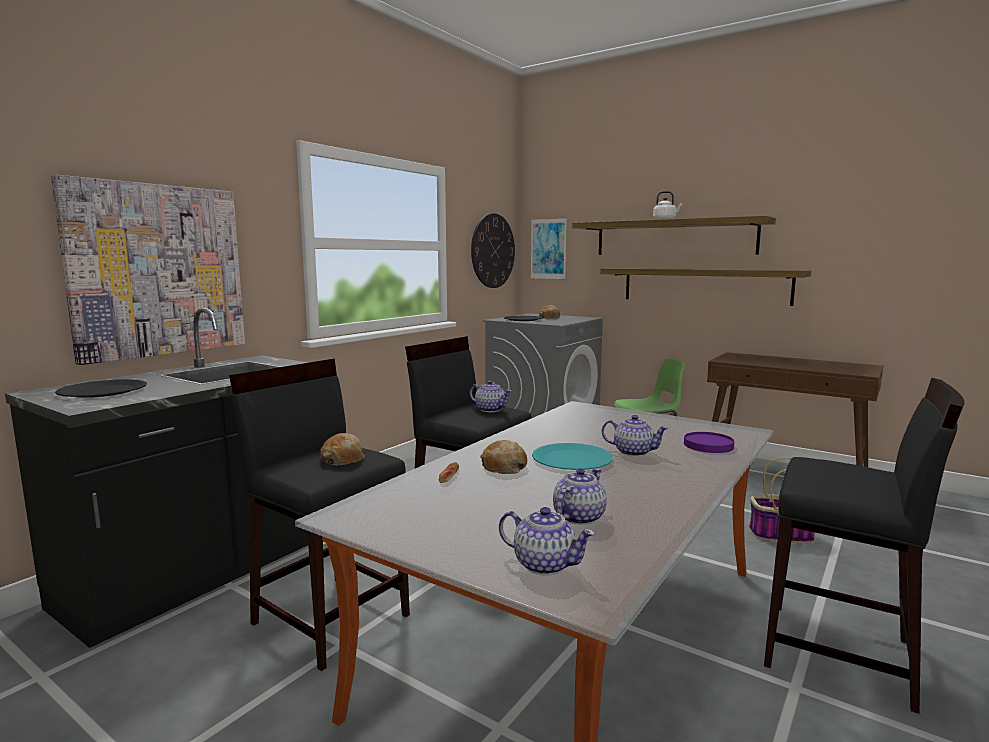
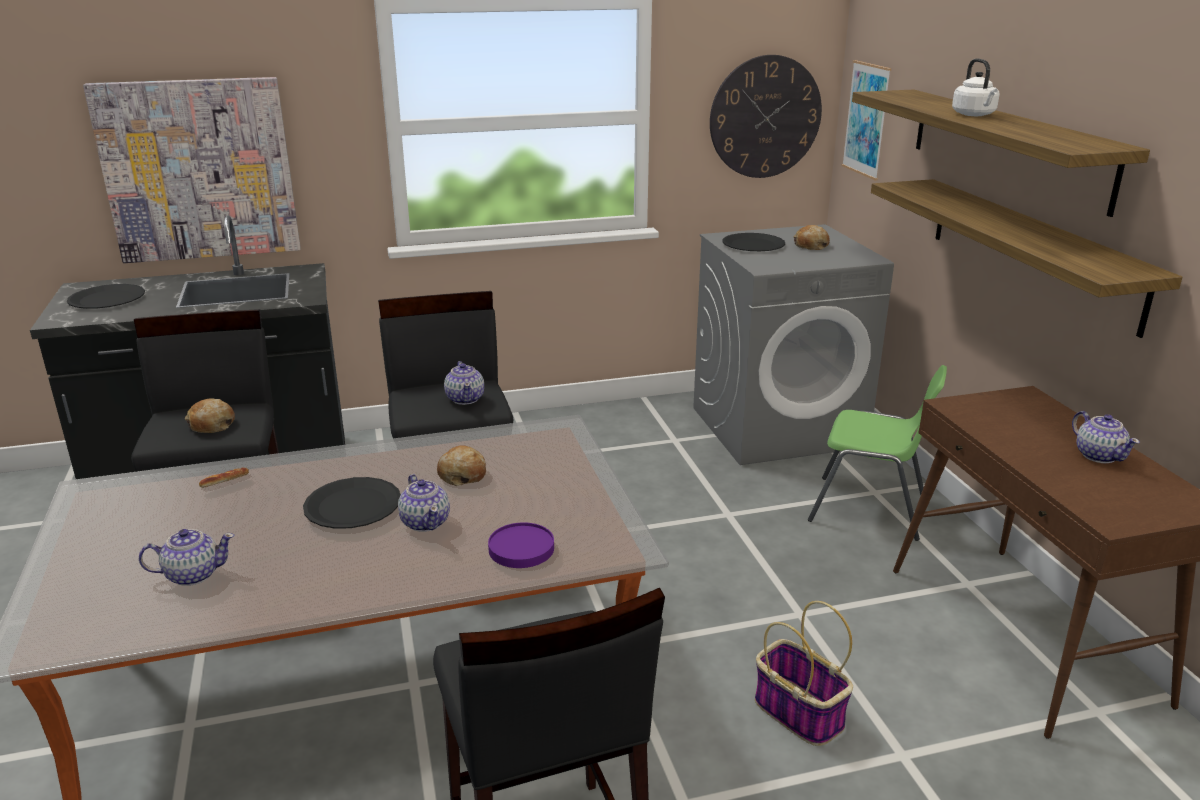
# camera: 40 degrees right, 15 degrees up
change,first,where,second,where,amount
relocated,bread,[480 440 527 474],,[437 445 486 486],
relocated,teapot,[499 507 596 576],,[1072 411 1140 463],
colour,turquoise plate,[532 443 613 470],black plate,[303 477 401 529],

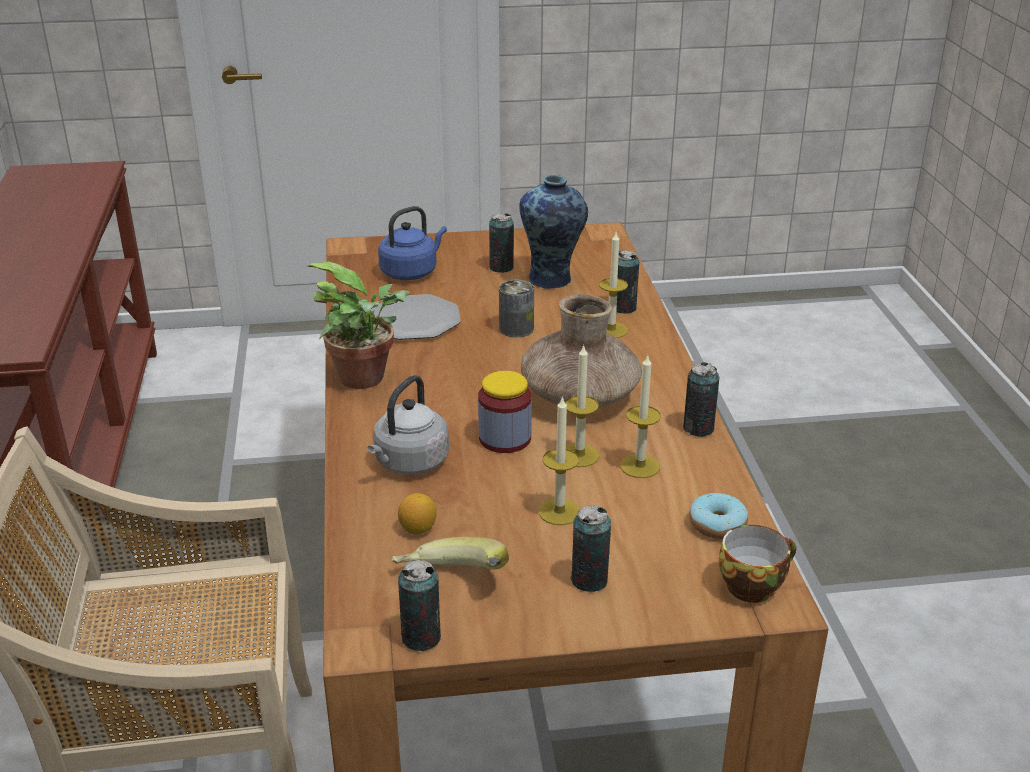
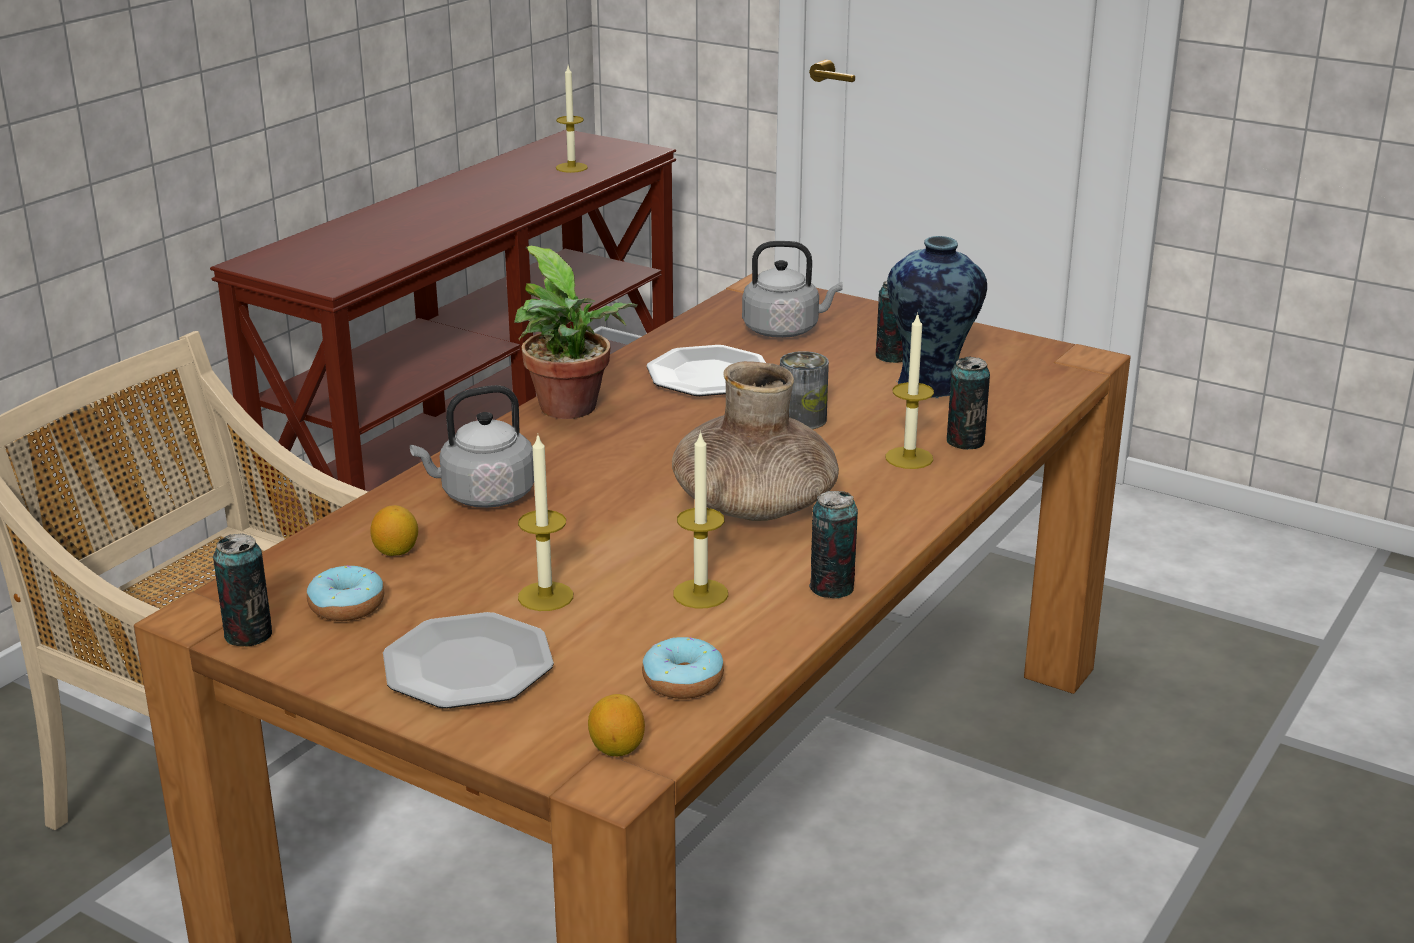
# camera: 40 degrees right, 5 degrees down
change,first,where,second,where,amount
missing,jar,[478 371 532 453],,,
relocated,candle,[565 344 600 467],,[556 66 588 173],
exchanged,banana,[391 537 509 569],donut,[307 566 384 621],
exchanged,can,[571 506 611 592],plate,[383 612 554 709],
exchanged,cup,[719 525 796 603],lemon,[588 694 645 756],
colour,blue kettle,[378 206 447 280],grey kettle,[742 241 843 338],

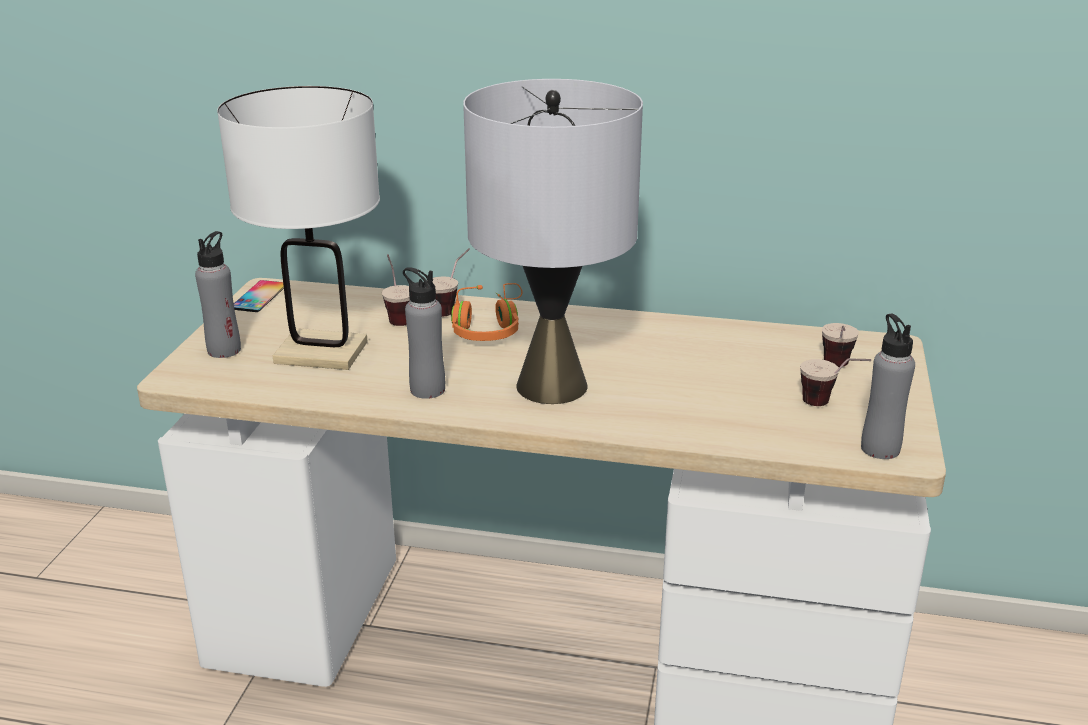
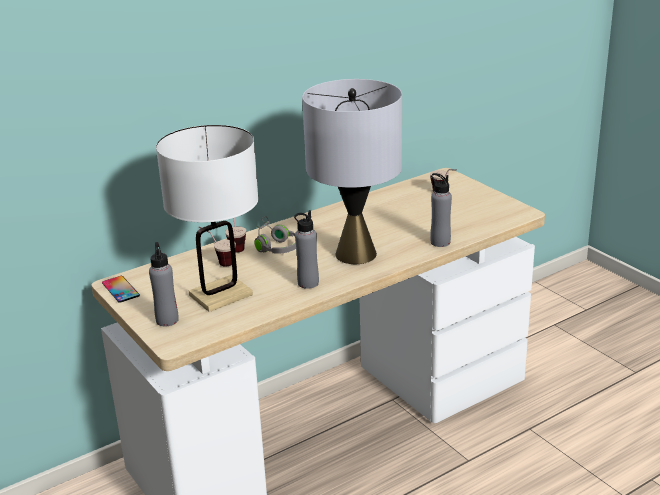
# camera: 45 degrees left, 0 degrees up
change,first,where,second,where,amount
missing,cup,[800 358 871 406],,,
relocated,grey bottle,[861 314 915 459],,[430 173 452 247],
colour,orange headphones,[451 283 523 341],grey headphones,[255 216 296 254],

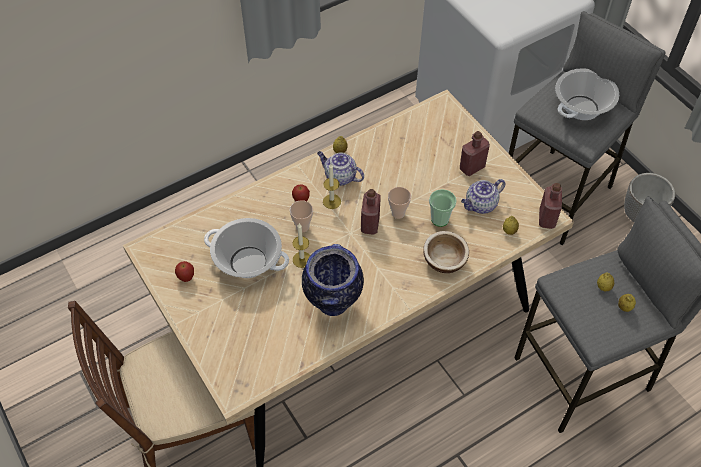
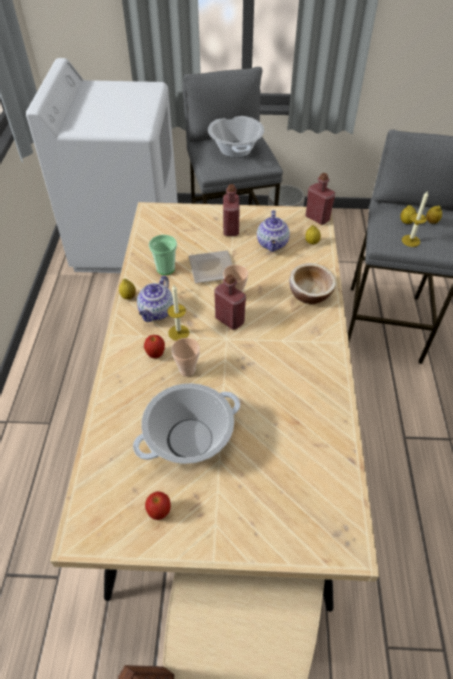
# camera: 55 degrees left, 5 degrees down
change,first,where,second,where,amount
missing,vase,[302 244 364 316],,,
appeared,,,plate,[189 250 232 283],
relocated,candle,[292 224 310 268],,[402 190 428 247],
relocated,cup,[429 189 457 227],,[149 235 177 275],
spun,teapot,[317 151 364 186],,[137 276 174 322],45 degrees counterclockwise

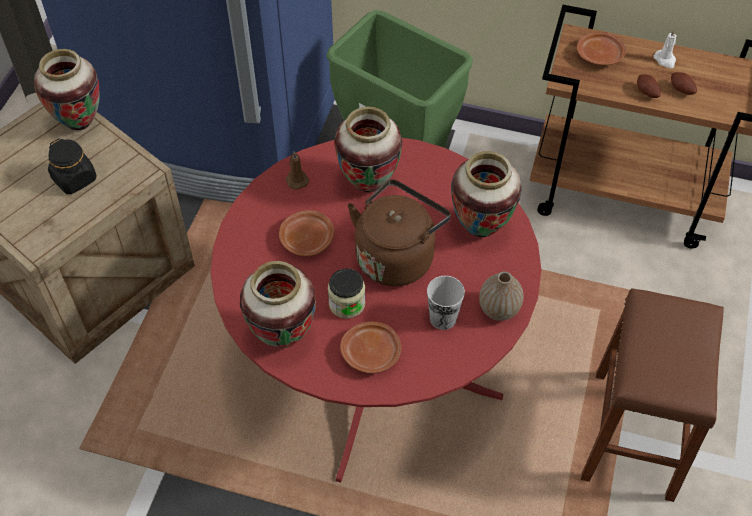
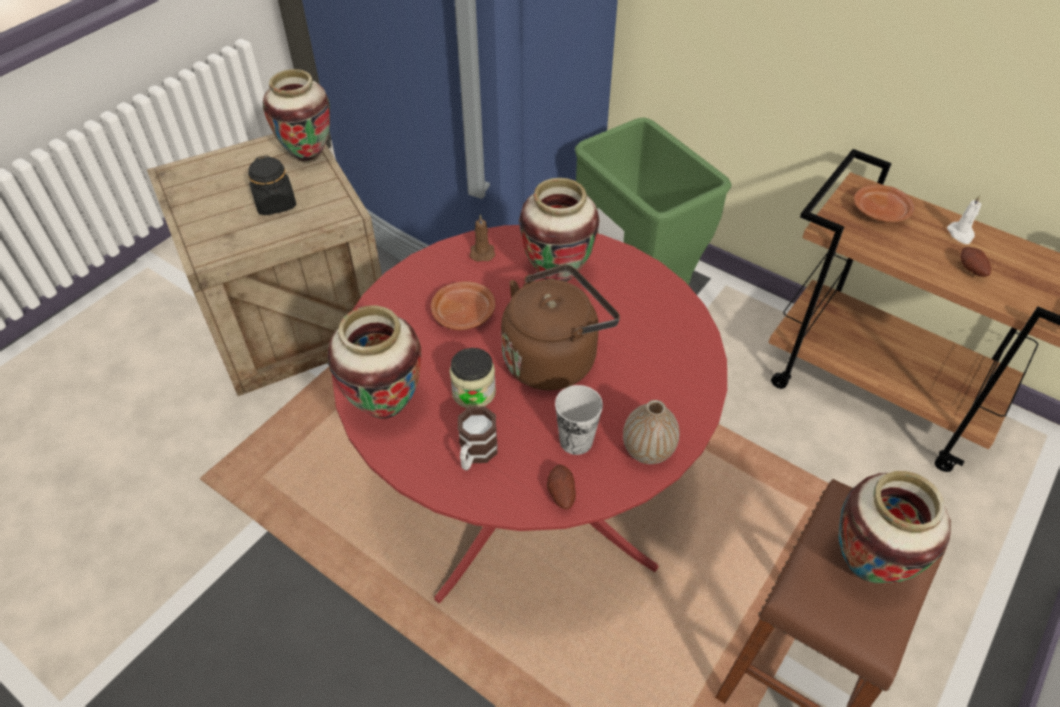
# camera: 20 degrees right, 5 degrees down
change,first,where,second,where,amount
relocated,vase,[451 151 522 237],,[838 471 951 583],
relocated,potato,[637 74 661 98],,[547 464 576 509],
exchanged,brown plate,[340 321 402 373],mug,[458 406 498 470],

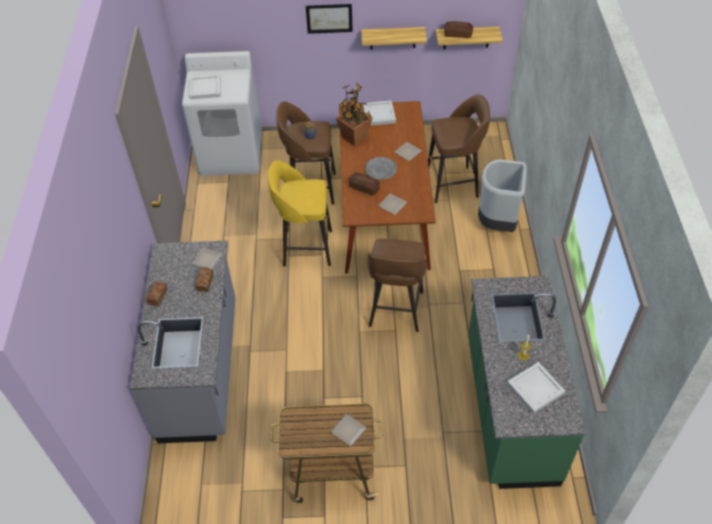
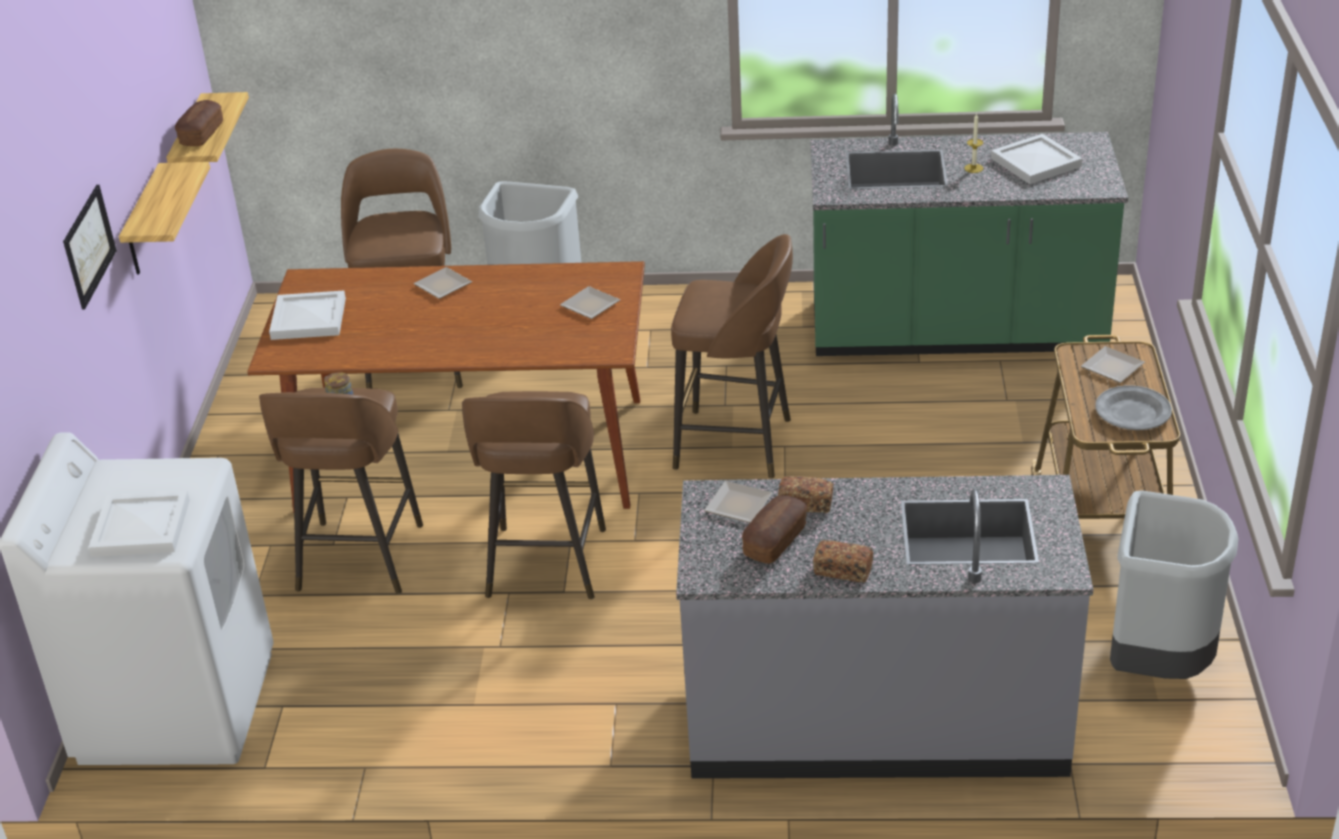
# camera: 85 degrees left, 15 degrees down
change,first,where,second,where,amount
missing,potted plant,[336 82 373 146],,,
appeared,,,grey trash can,[1110 490 1239 679],
relocated,bread,[349 173 380 195],,[742 495 807 564],
relocated,grey plate,[365 157 397 180],,[1095 385 1172 430],
colour,yellow stool,[268 160 332 267],brown stool,[462 391 606 599],

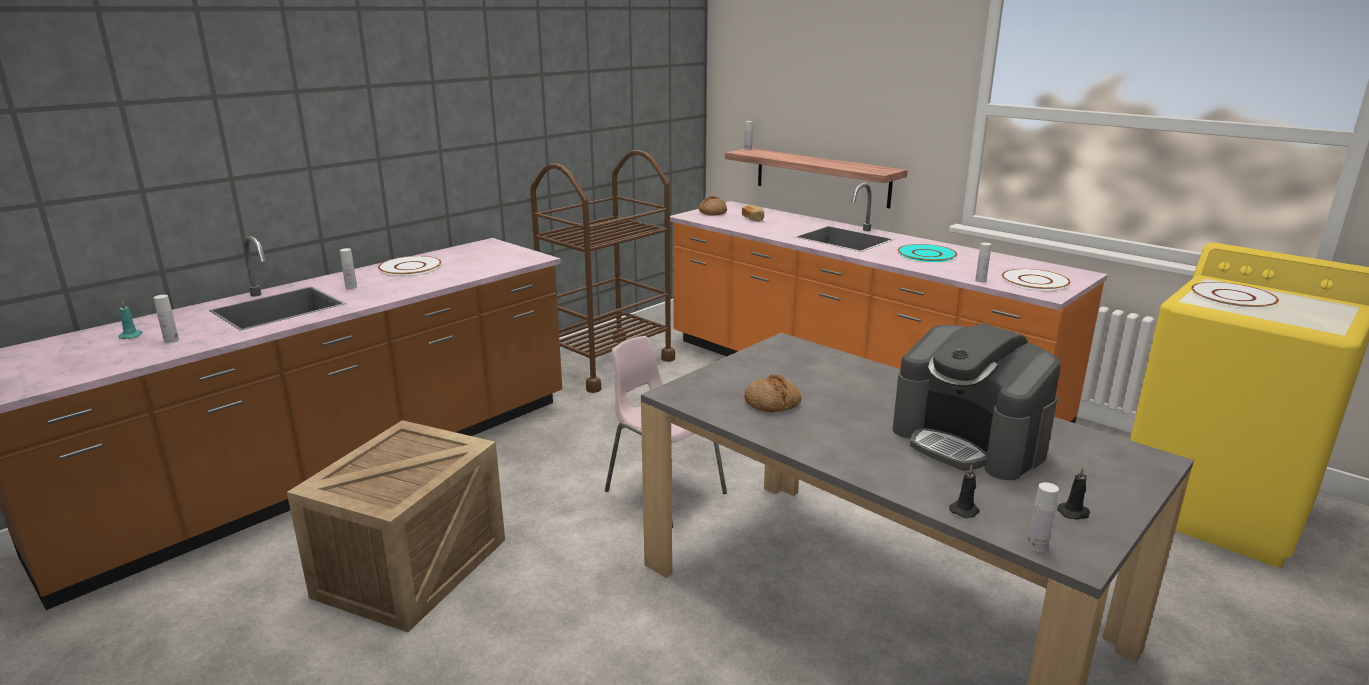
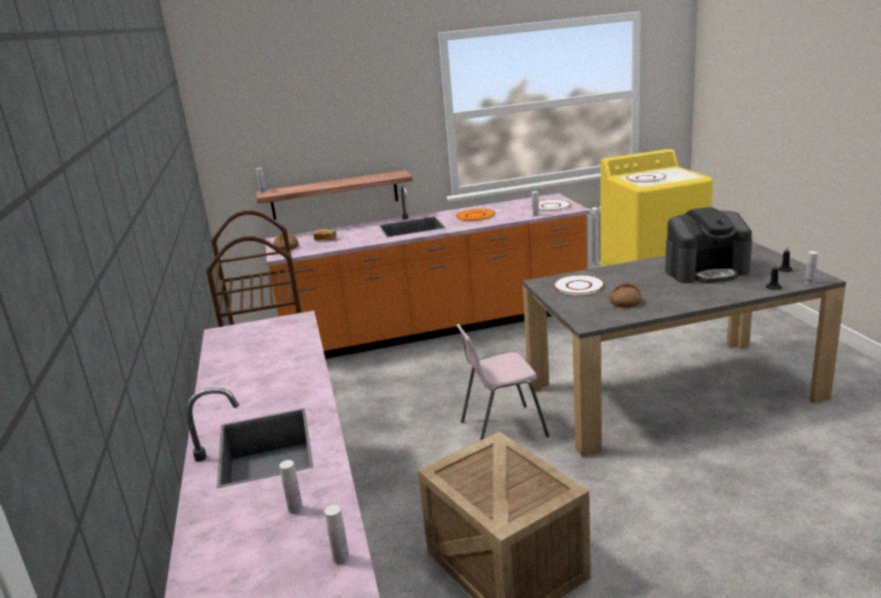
# camera: 55 degrees left, 0 degrees up
change,first,where,second,where,amount
missing,turquoise candle,[118 301 143 339],,,
relocated,white bottle,[340 248 357 289],,[325 505 350 564],
relocated,white plate,[378 256 441 276],,[554 275 605 295],
colour,turquoise plate,[898 244 957 262],orange plate,[456 209 495 221],

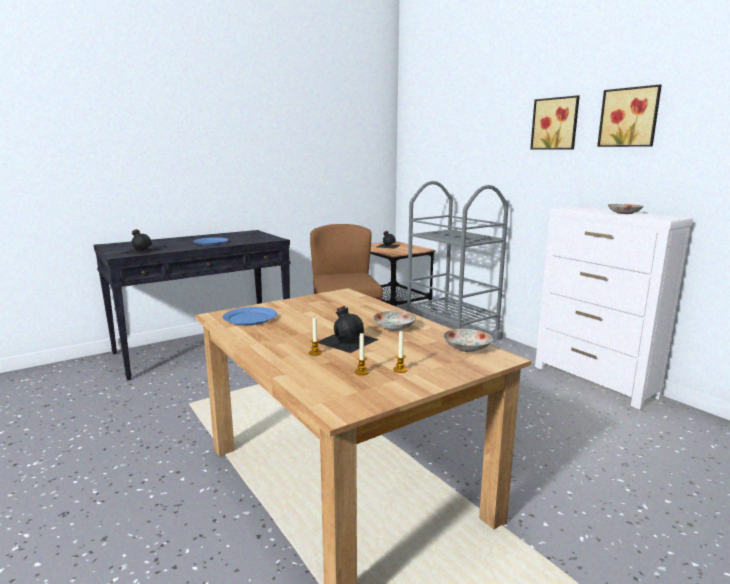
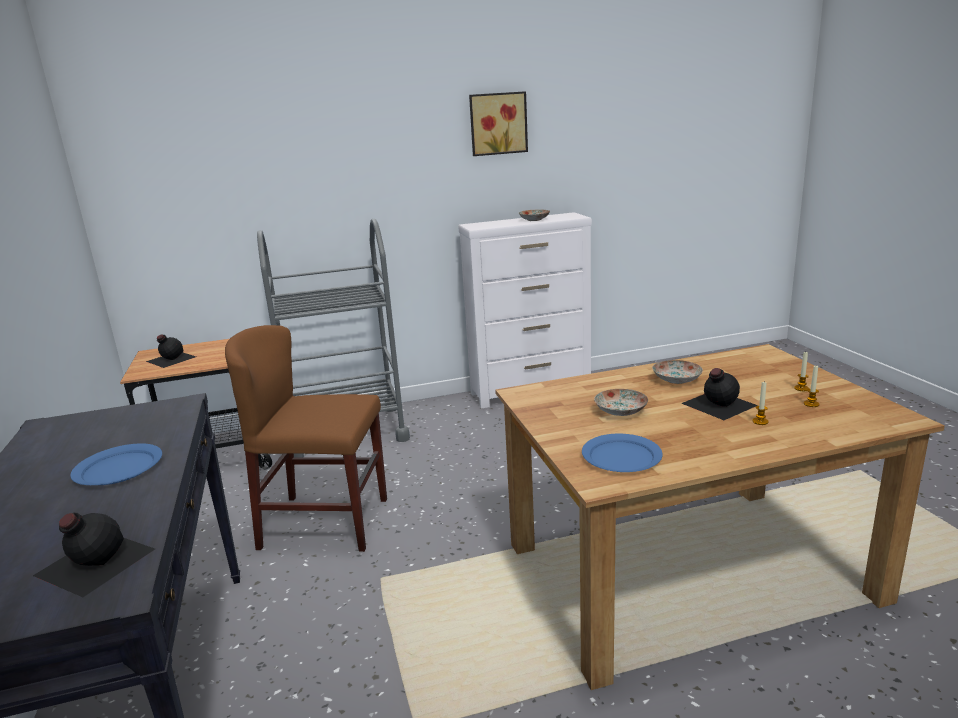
# camera: 70 degrees left, 5 degrees up
change,first,where,second,where,amount
missing,picture,[530 95 580 150],,,
relocated,plate,[443 329 493 352],,[594 389 648 416],

